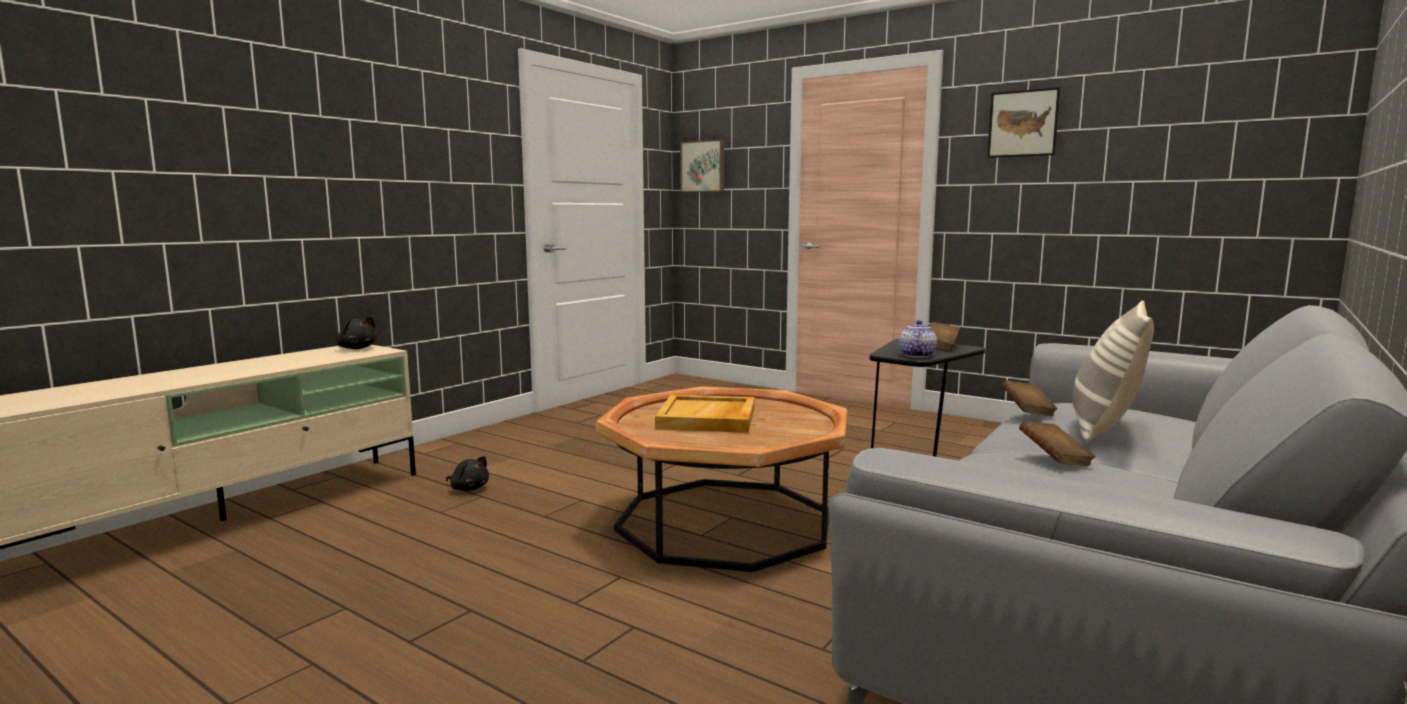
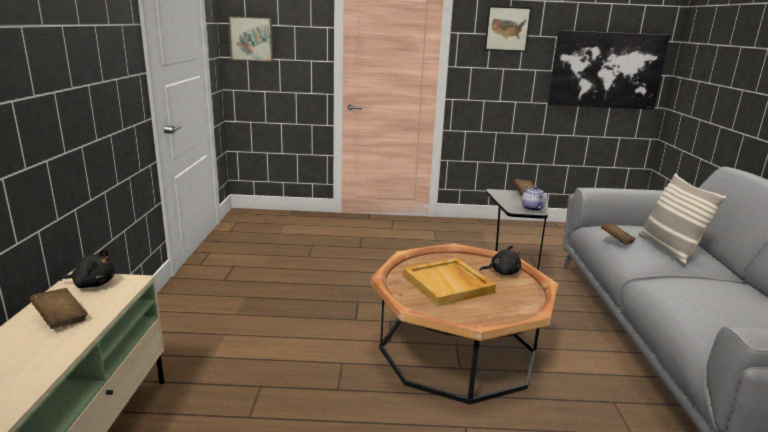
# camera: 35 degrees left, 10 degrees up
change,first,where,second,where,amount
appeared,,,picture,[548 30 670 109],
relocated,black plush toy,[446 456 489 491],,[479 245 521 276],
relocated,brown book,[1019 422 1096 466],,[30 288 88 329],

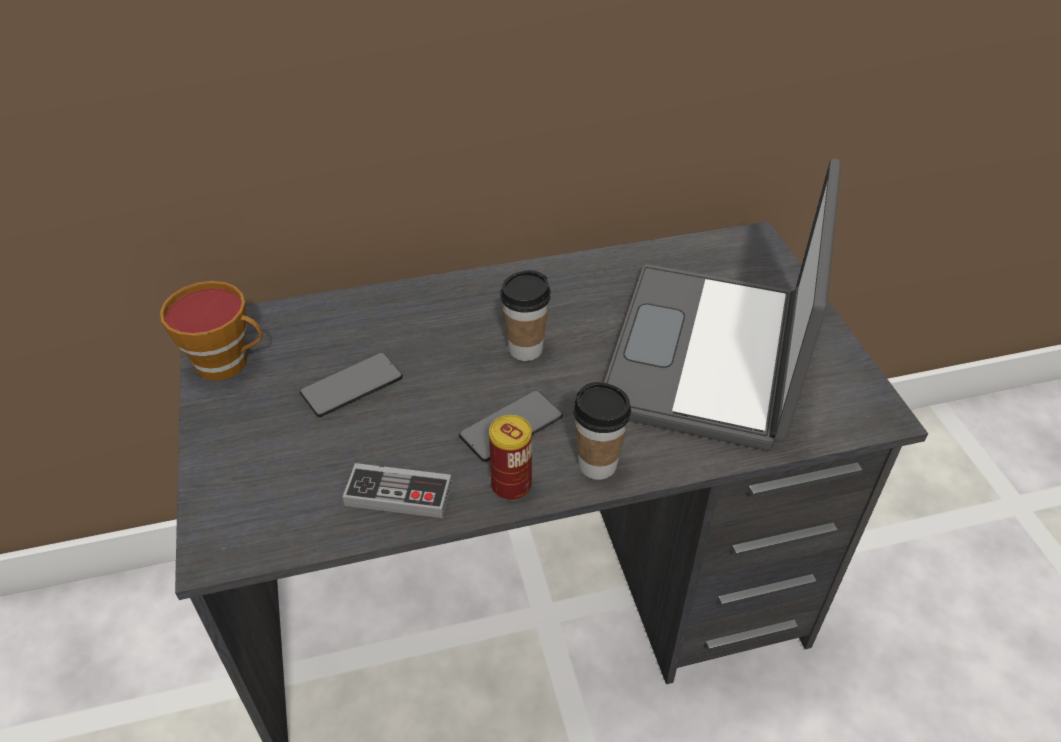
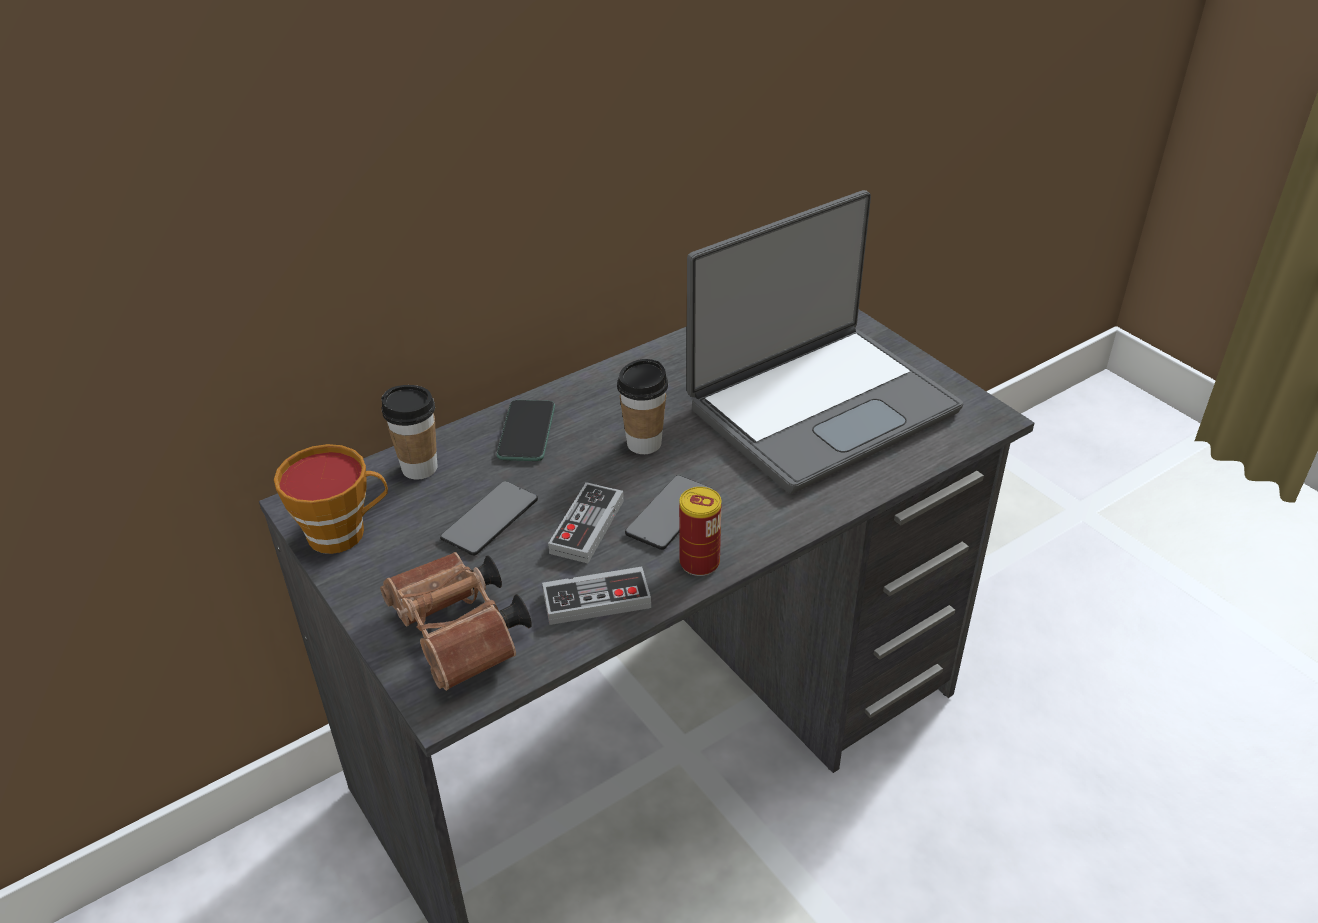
# camera: 20 degrees left, 5 degrees down
change,first,where,second,where,amount
appeared,,,brown binoculars,[380 552 532 691],
appeared,,,phone,[497 400 555 461],
appeared,,,game controller,[548 482 624 563],
relocated,cup,[573 382 631 480],,[381 385 438 480],
spun,laptop,[604 159 841 451],,[687 190 963 494],120 degrees counterclockwise

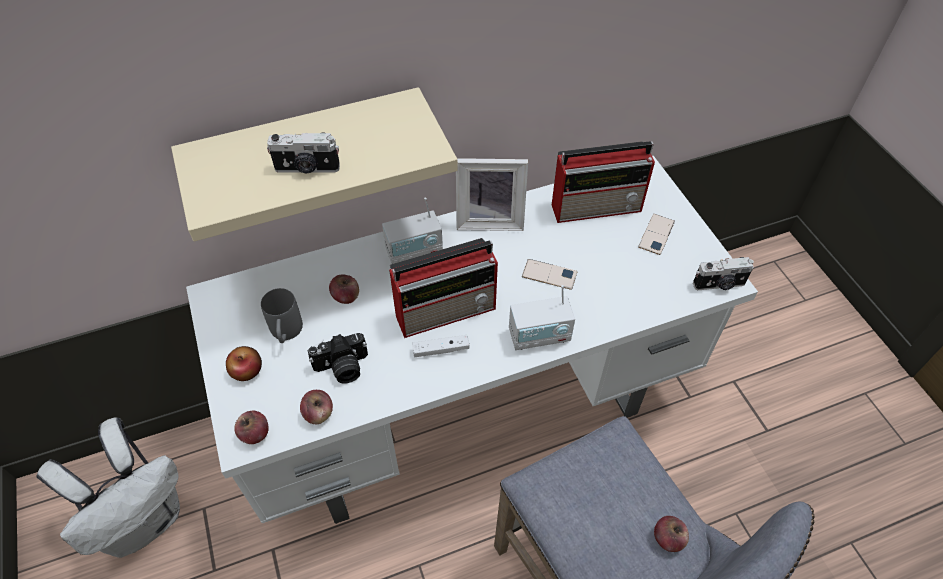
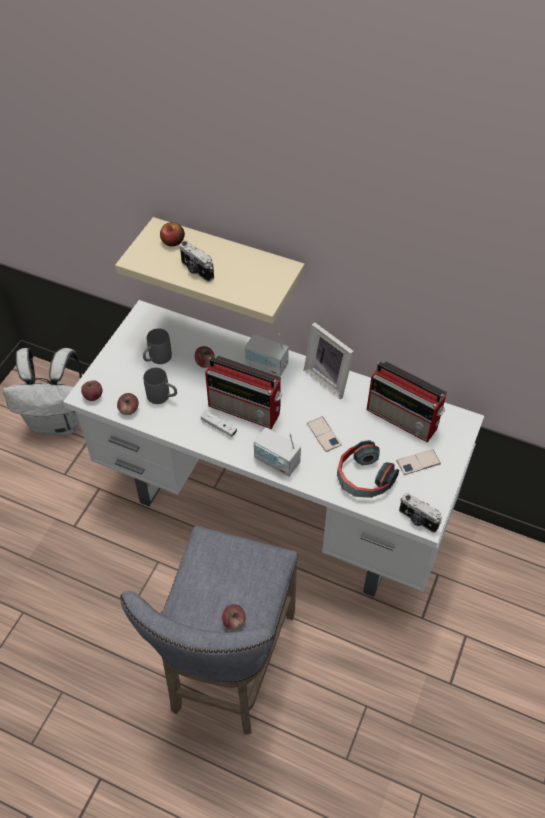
# camera: 45 degrees right, 0 degrees up
change,first,where,second,where,amount
appeared,,,headphones,[337 440 399 498],
relocated,apple,[226 346 262 381],,[160 222 185 246],
exchanged,photo camera,[307 333 368 384],grey mug,[143 368 177 404],

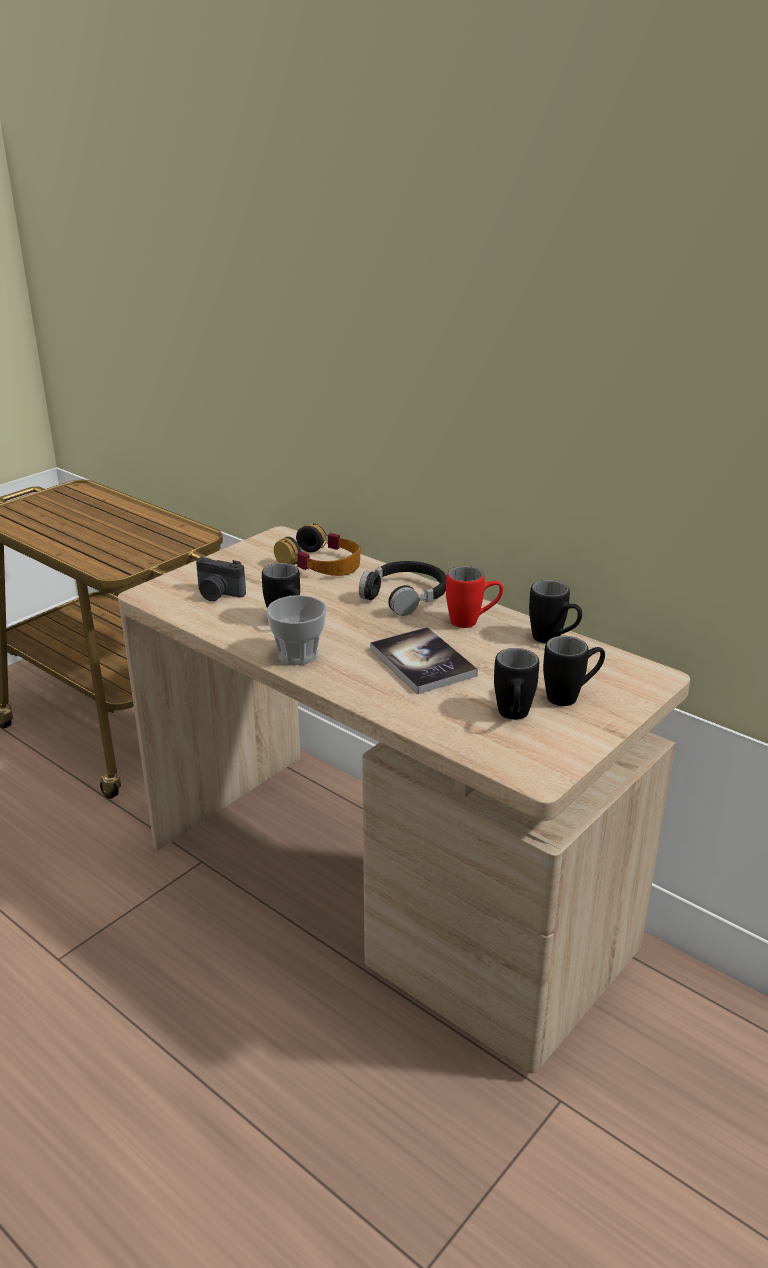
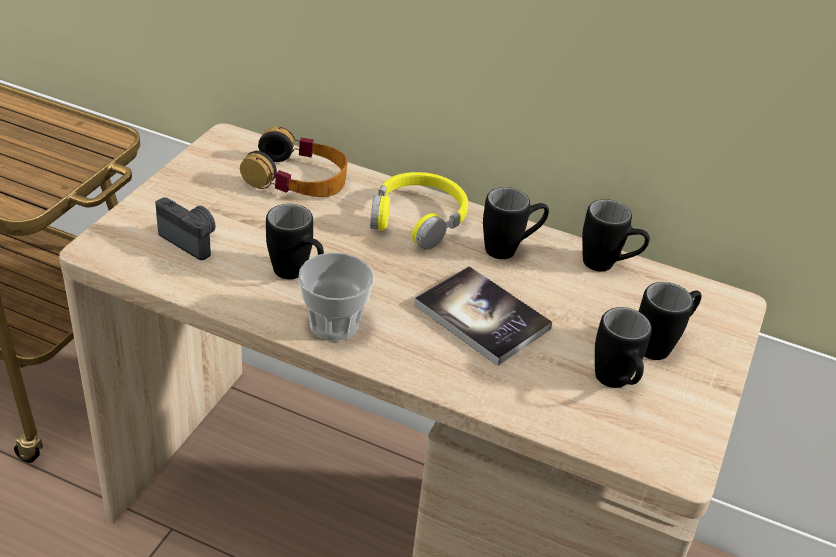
# camera: 20 degrees left, 10 degrees up
change,first,where,second,where,amount
colour,black headphones,[359 561 446 616],yellow headphones,[370 172 468 250],
colour,red mug,[446 566 503 628],black mug,[483 187 549 259],
spun,photo camera,[196 557 246 601],,[155 197 216 260],150 degrees counterclockwise

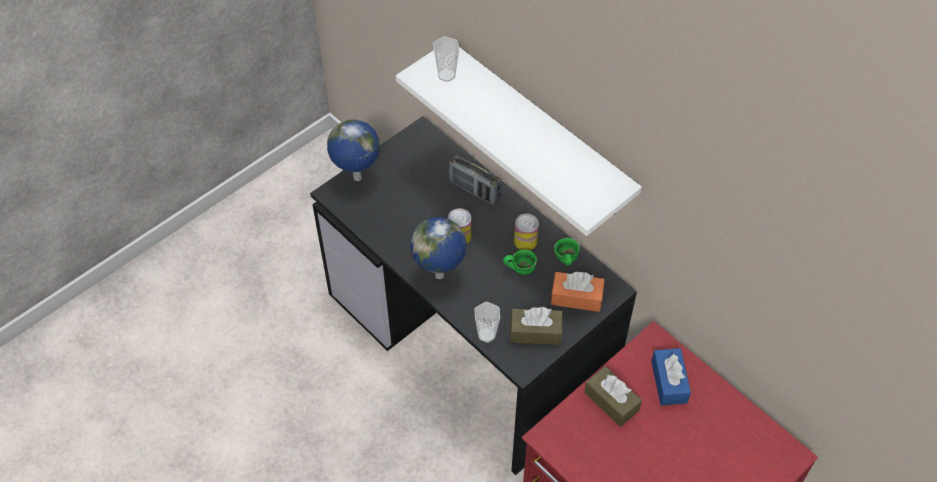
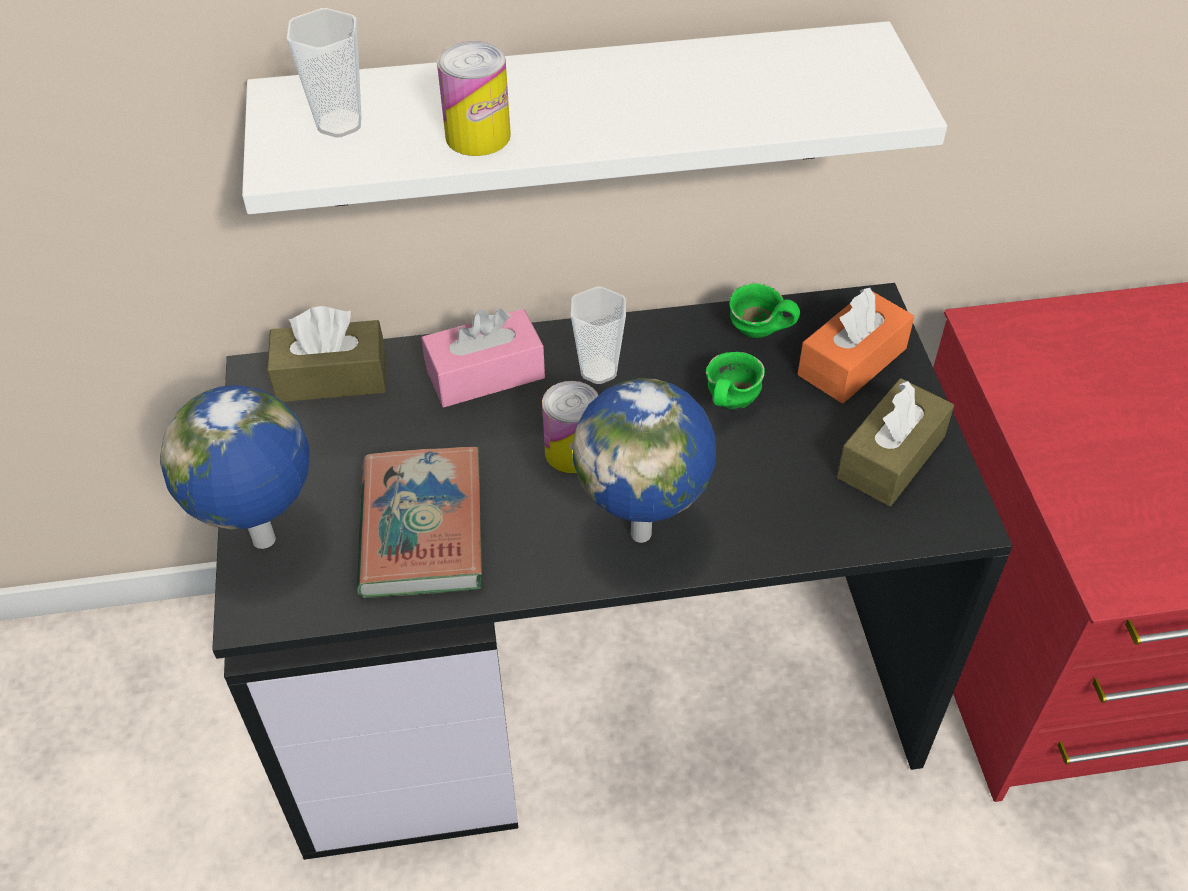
# camera: 55 degrees left, 5 degrees down
change,first,where,second,where,amount
missing,blue tissue box,[651 348 691 406],,,
appeared,,,book,[357 447 482 598],
relocated,cup,[474 302 500 343],,[571 286 626 384],
relocated,can,[514 213 539 250],,[437 41 511 156],
relocated,brown tissue box,[584 366 642 427],,[267 306 386 402],
exchanged,radio,[449 155 502 205],pink tissue box,[421 308 545 407],

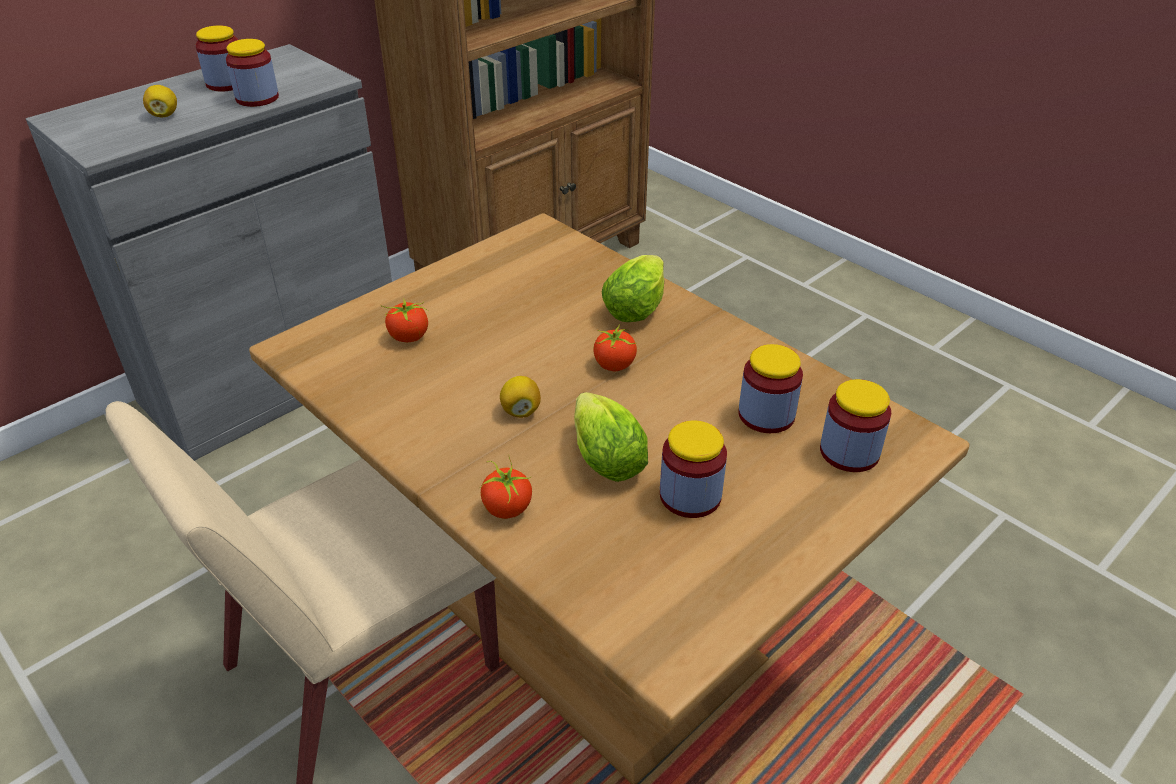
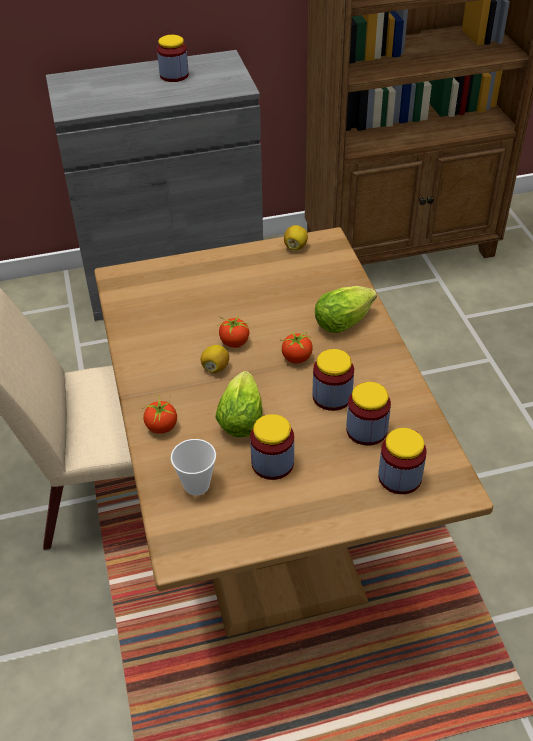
# camera: 30 degrees right, 5 degrees up
change,first,where,second,where,amount
appeared,,,cup,[171 439 216 496],
relocated,lemon,[143 85 177 117],,[284 225 308 250],
relocated,jar,[226 39 279 107],,[312 349 354 411],
relocated,tomato,[380 298 428 342],,[217 315 249 348],

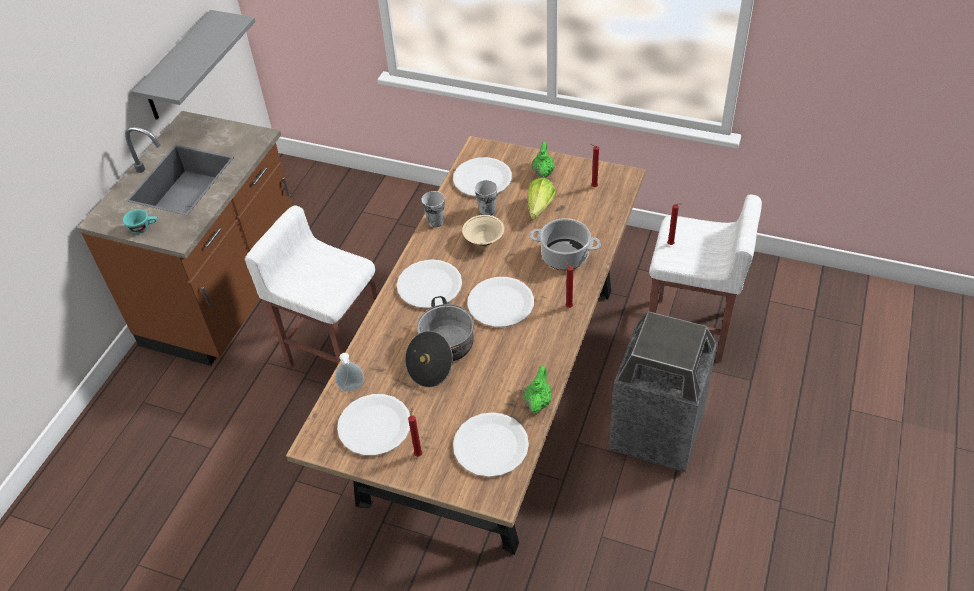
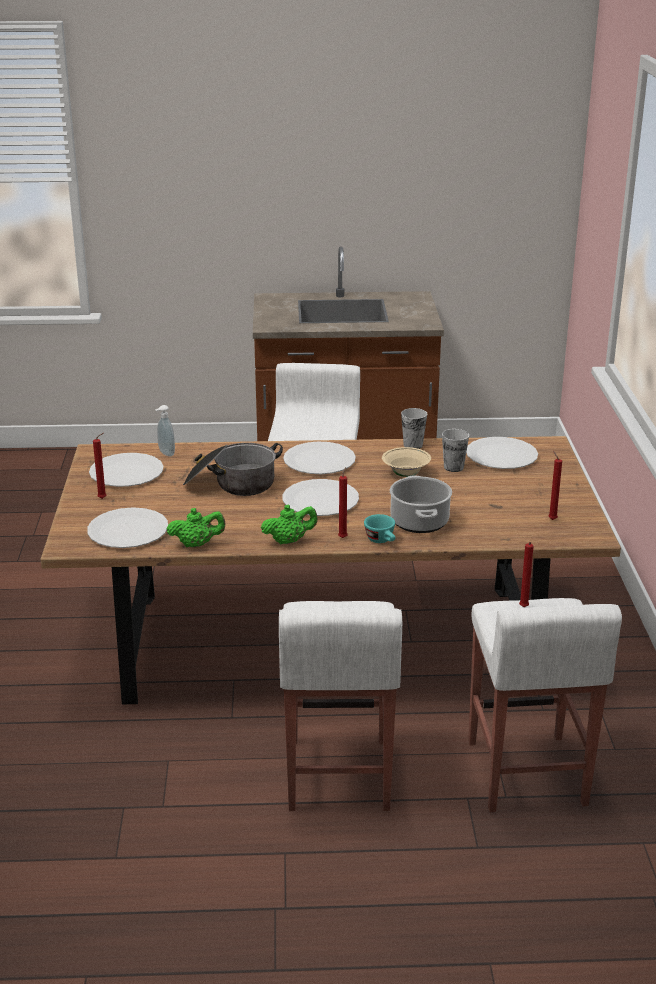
# camera: 65 degrees right, 20 degrees down
change,first,where,second,where,amount
missing,grey shelf,[131 10 256 120],,,
missing,lettuce,[527 177 556 219],,,
relocated,turquoise cup,[123 209 157 234],,[364 514 395 543],
relocated,green teapot,[532 142 554 178],,[261 504 317 544],
exchanged,trash can,[609 311 717 472],white stool,[279 601 402 811],

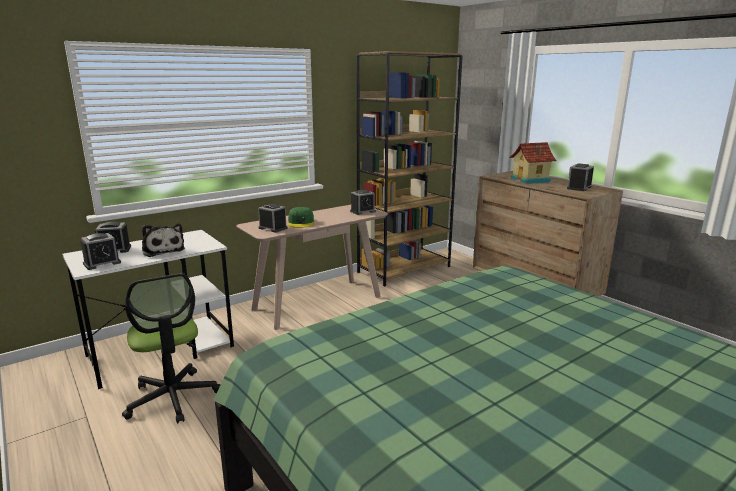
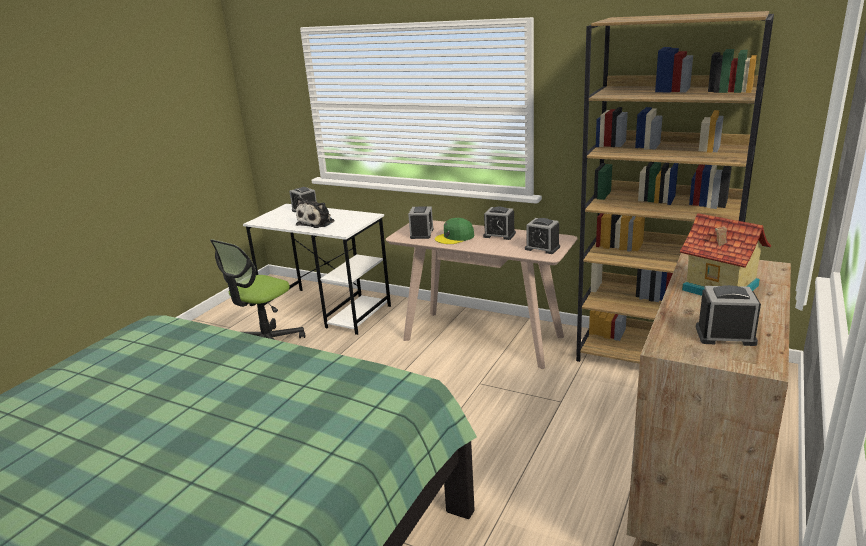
# camera: 65 degrees right, 5 degrees up
change,first,where,second,where,amount
relocated,alarm clock,[80 233 121 270],,[483 207 516 240],

